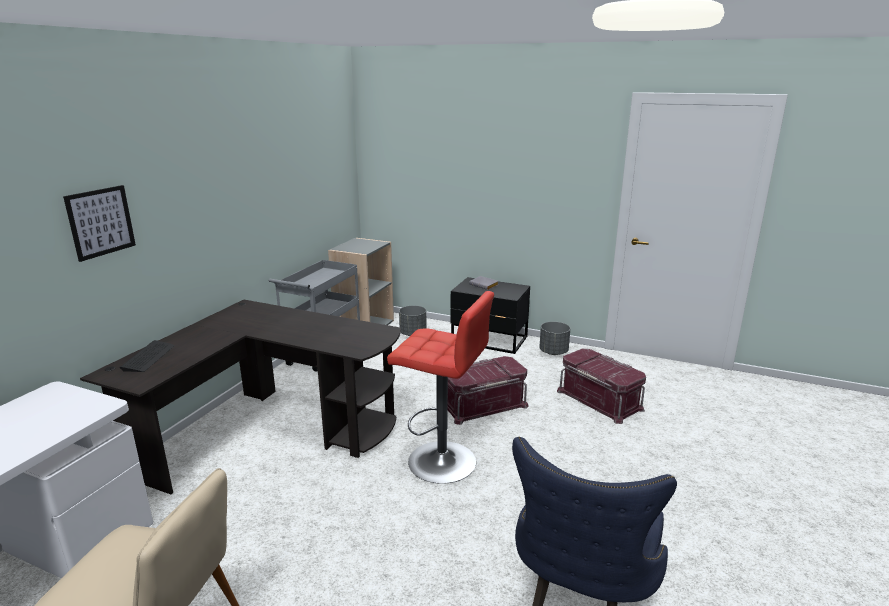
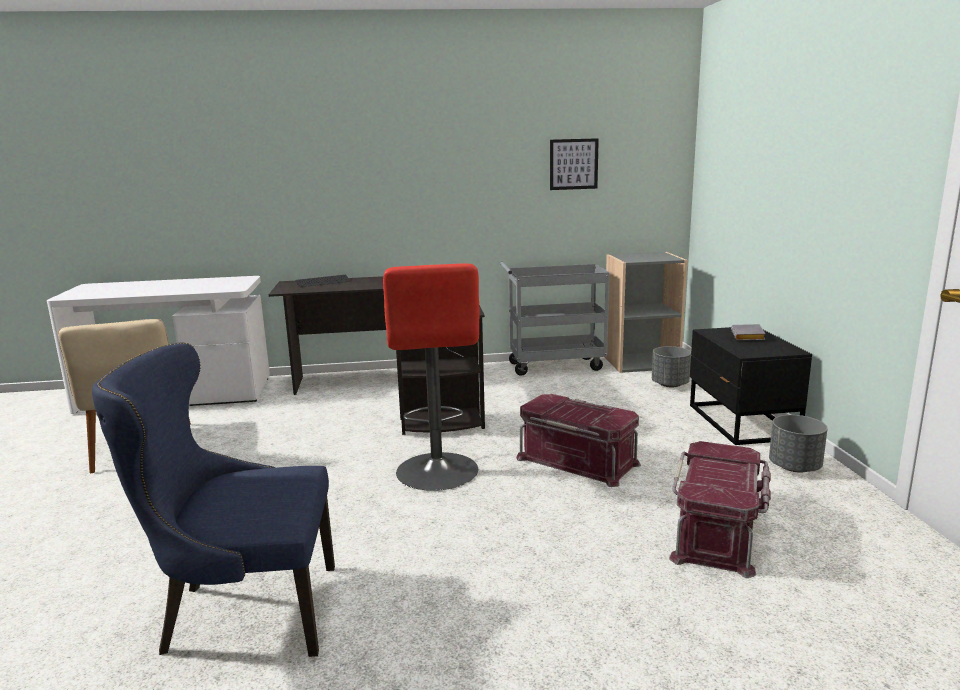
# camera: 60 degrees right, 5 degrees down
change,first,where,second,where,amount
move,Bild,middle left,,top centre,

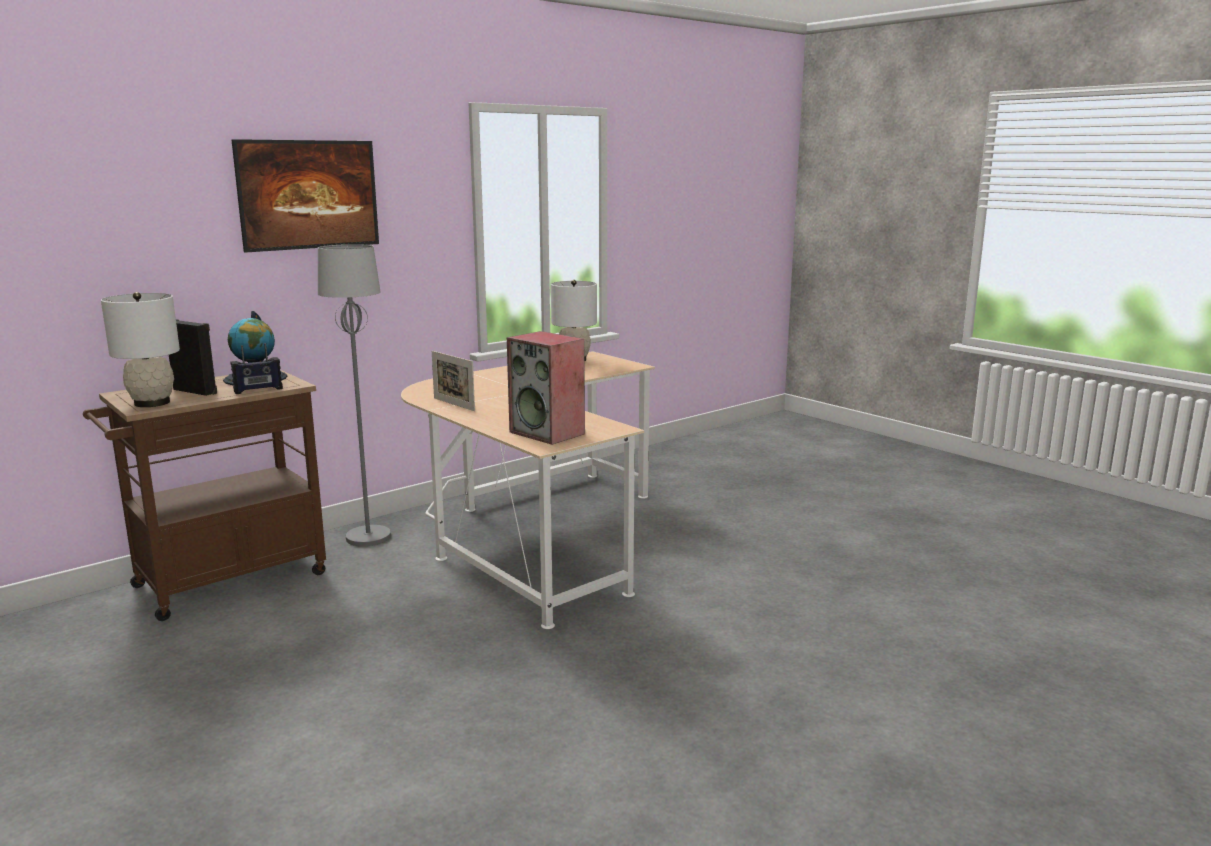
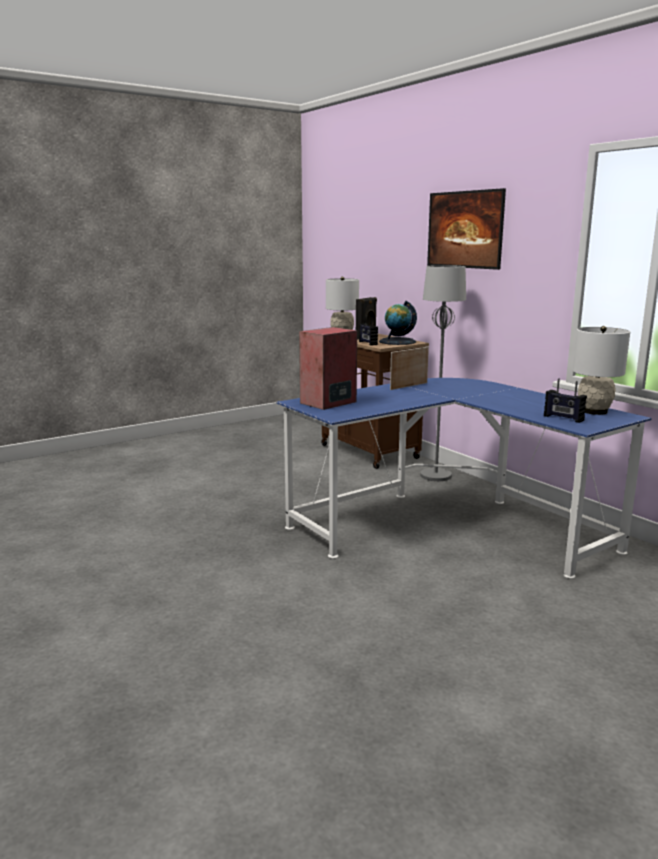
# camera: 95 degrees right, 0 degrees up
change,first,where,second,where,amount
recolor,Schreibtisch [beige],centre,Schreibtisch [blau],middle right,
insert,,,Radio (2nd from left),middle right,

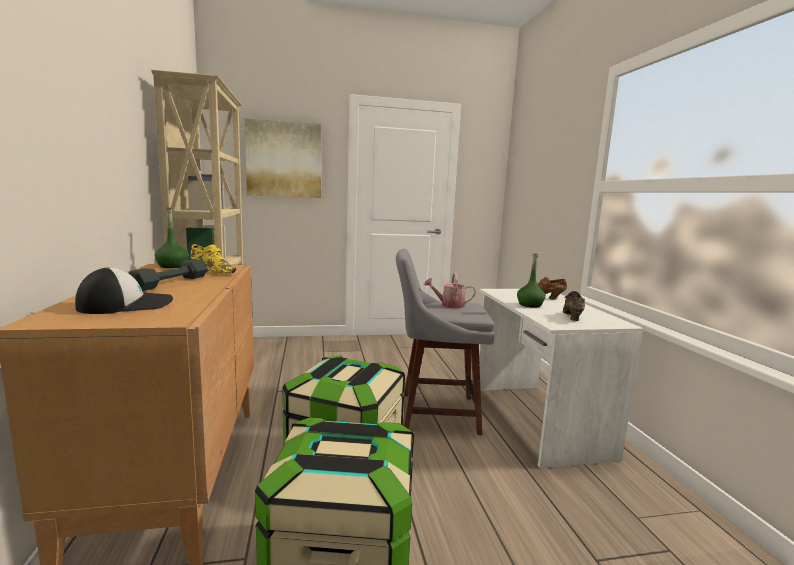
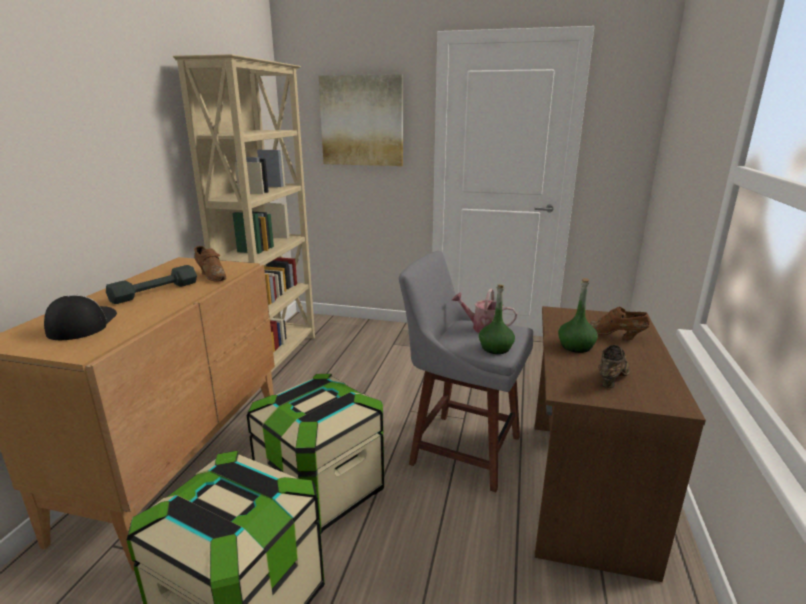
# camera: 25 degrees right, 10 degrees up
change,first,where,second,where,amount
rotate,Kappe,middle left,,middle left,90 degrees counterclockwise
recolor,Schuh [gelb],middle left,Schuh [braun] (1st from left),middle left,
move,Flasche [grün] (1st from left),middle left,,centre,
recolor,Schreibtisch [weiß],bottom right,Schreibtisch [braun],bottom right,

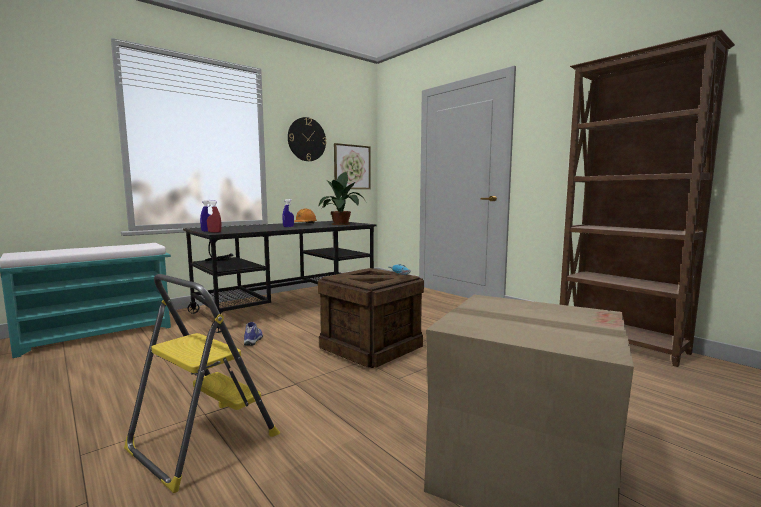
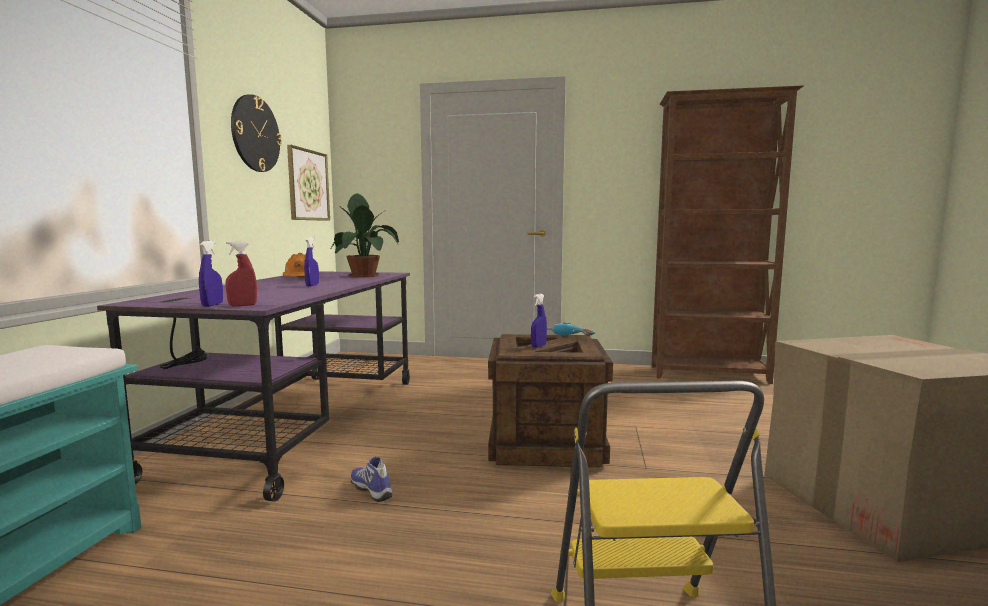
# camera: 40 degrees left, 0 degrees up
change,first,where,second,where,amount
recolor,Schreibtisch [schwarz],centre,Schreibtisch [lila],middle left,
insert,,,Sprühflasche [blau] (3rd from left),centre,

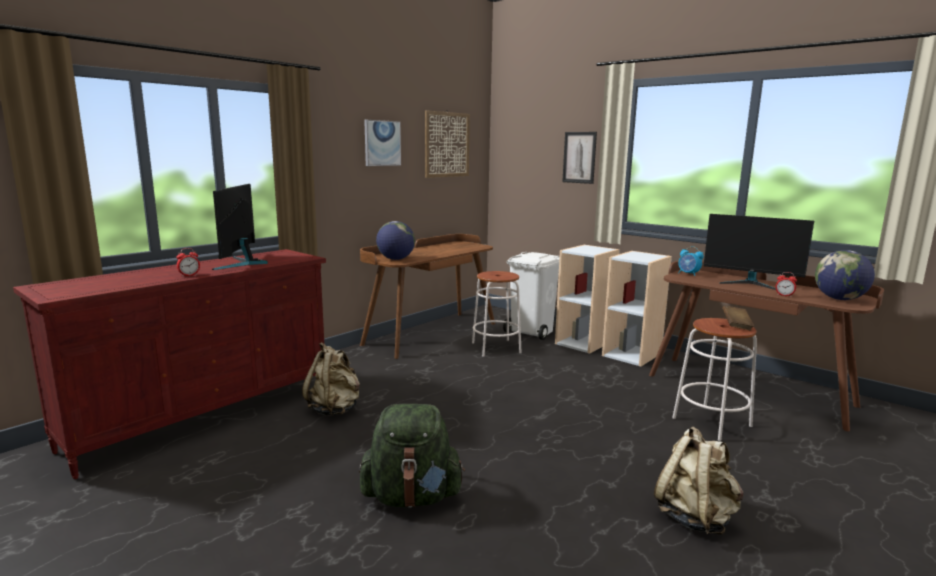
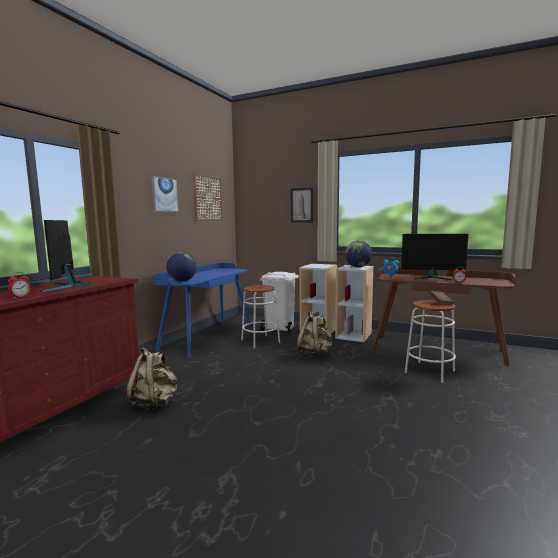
# camera: 15 degrees left, 5 degrees down
change,first,where,second,where,amount
recolor,Schreibtisch [braun] (1st from left),centre,Schreibtisch [blau],centre,
move,Rucksack [beige] (2nd from left),bottom right,,centre,
move,Globus (2nd from left),middle right,,centre,
delete,Rucksack [grün],bottom centre,,,

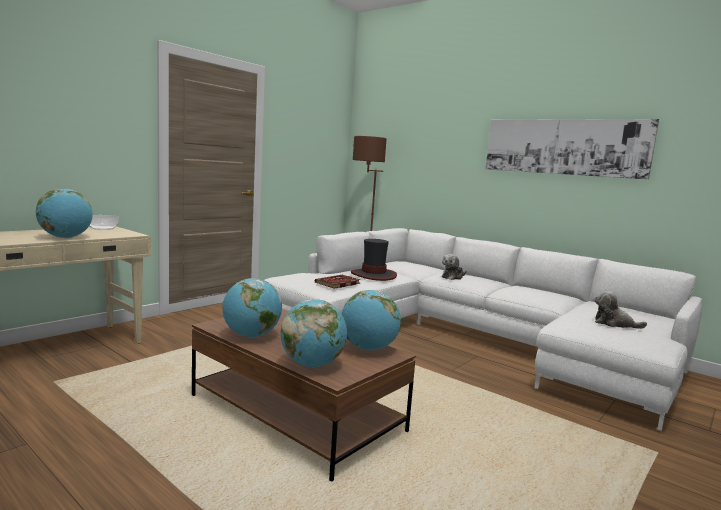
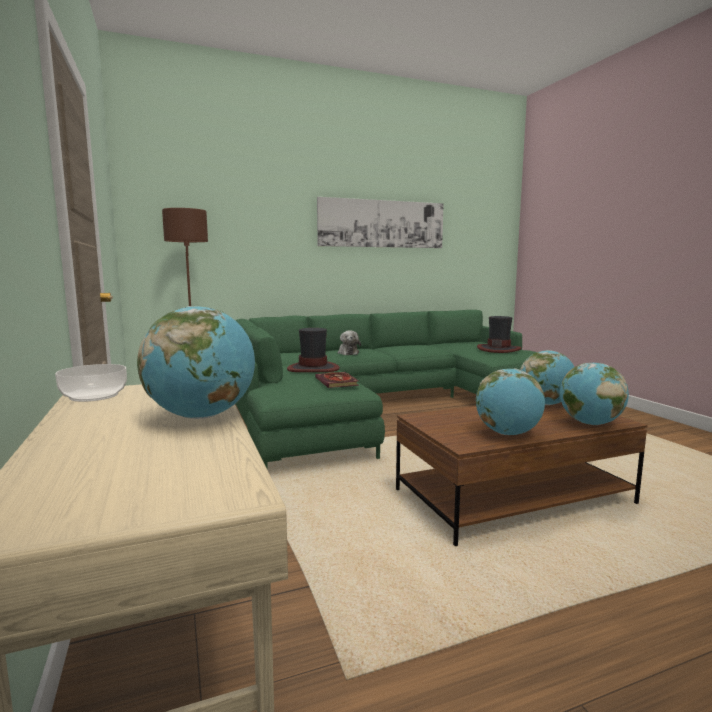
# camera: 60 degrees left, 0 degrees up
change,first,where,second,where,amount
recolor,Sofa [weiß],middle right,Sofa [grün],centre,
replace,Plüschtier (2nd from left),middle right,Hut (2nd from left),middle right,

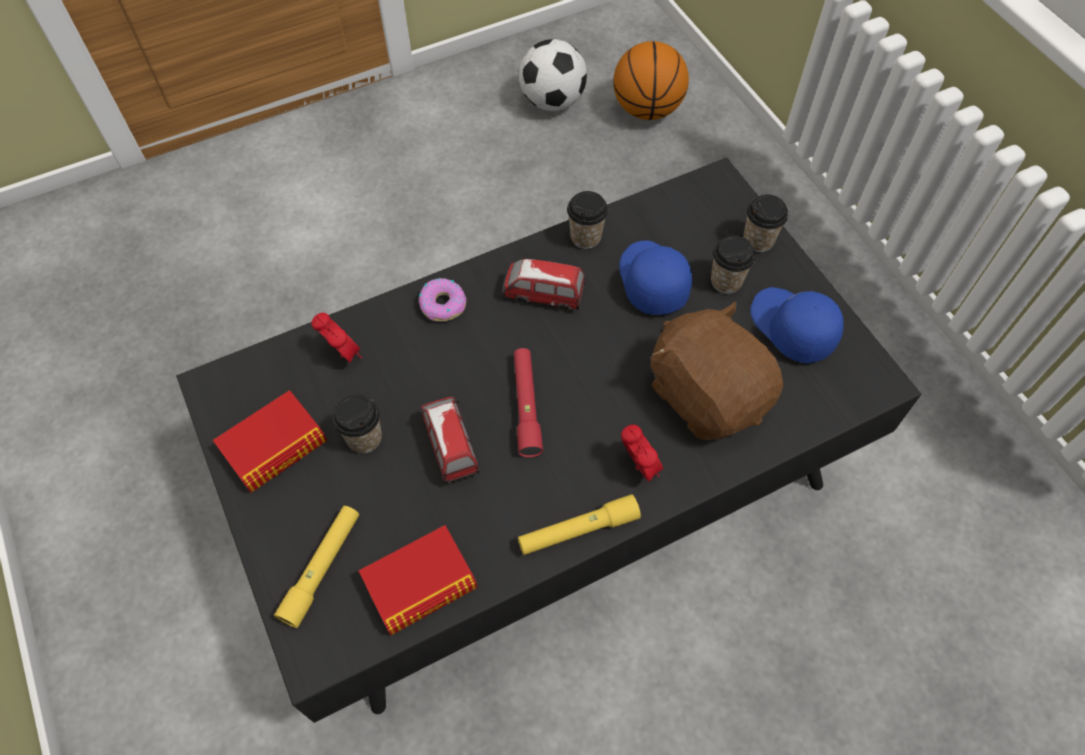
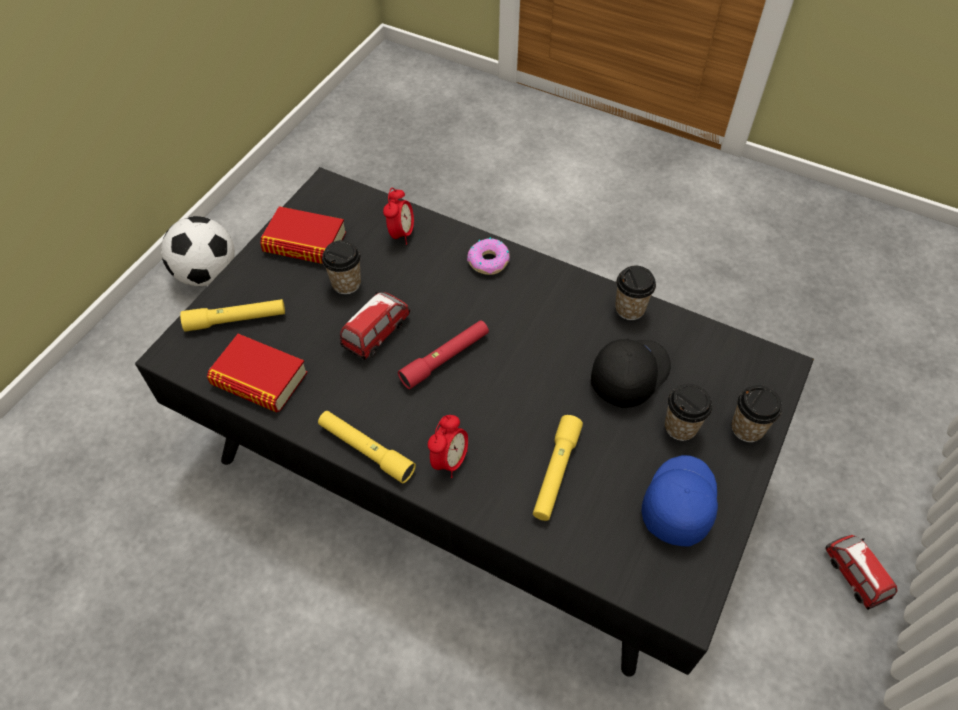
# camera: 55 degrees right, 5 degrees down
change,first,where,second,where,amount
move,Fußball,top centre,,middle left,
replace,Plüschtier [braun],centre,Taschenlampe [gelb] (3rd from left),centre,
recolor,Kappe [blau] (1st from left),centre,Kappe [schwarz],centre,
move,Spielzeugauto (2nd from left),centre,,bottom right,
delete,Basketball,top centre,,,

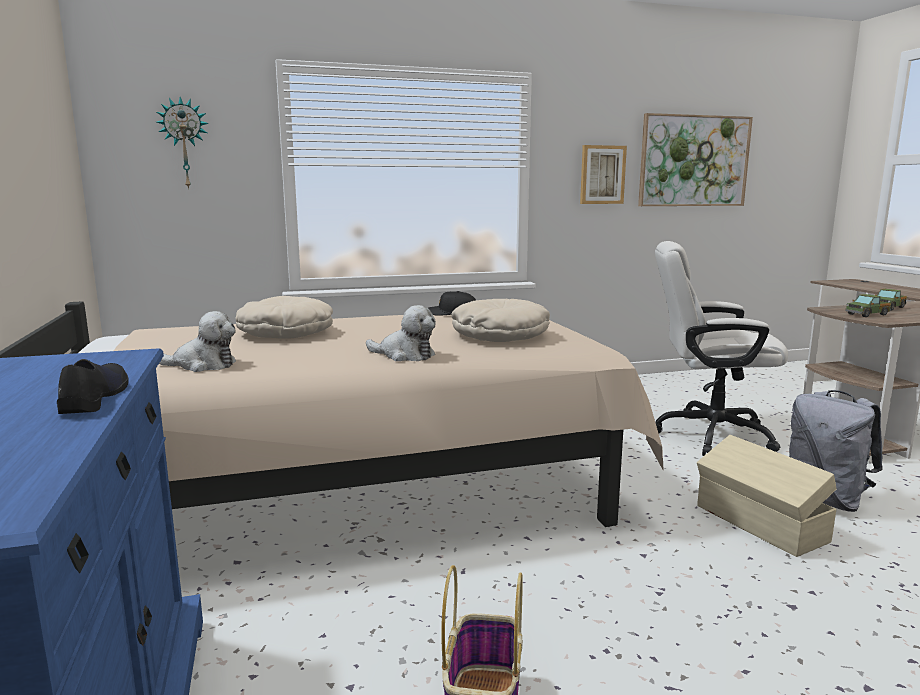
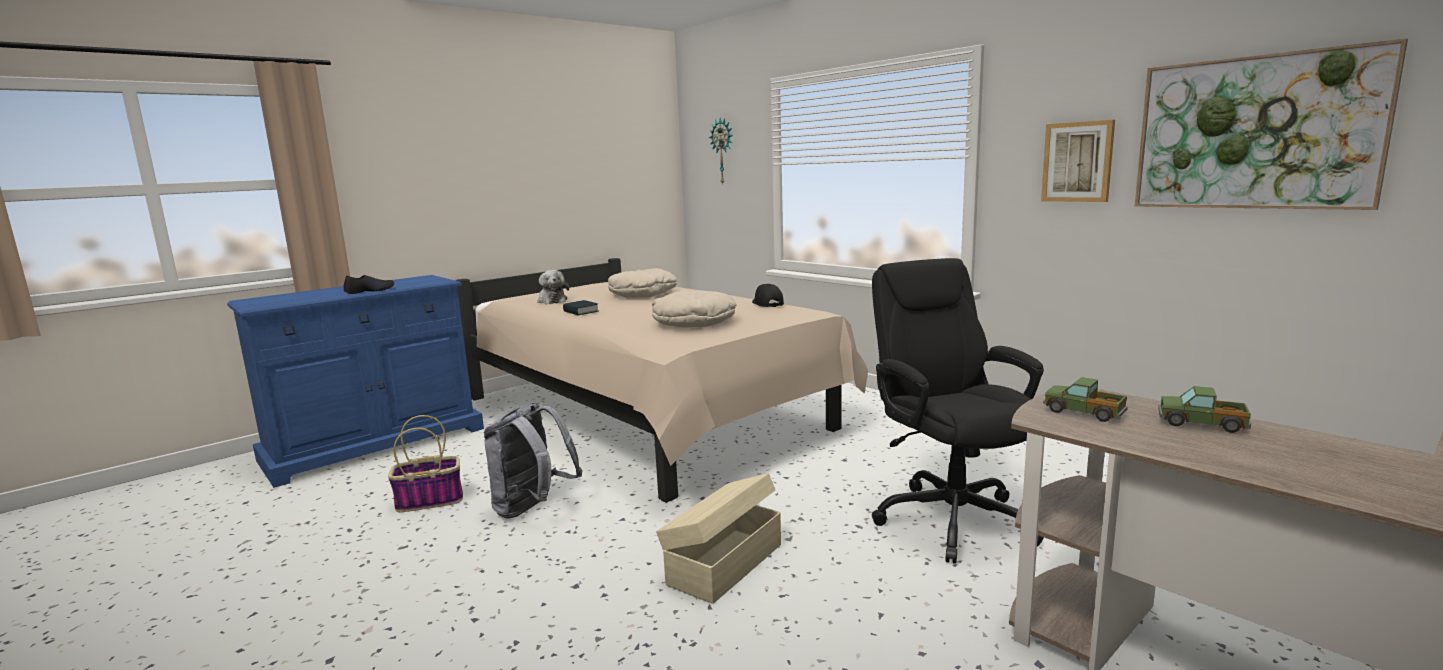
# camera: 65 degrees right, 0 degrees up
change,first,where,second,where,amount
move,Rucksack [grau],middle right,,bottom centre,
insert,,,Buch,centre,
recolor,Bürostuhl [weiß],middle right,Bürostuhl [schwarz],centre,
delete,Plüschtier (2nd from left),centre,,,

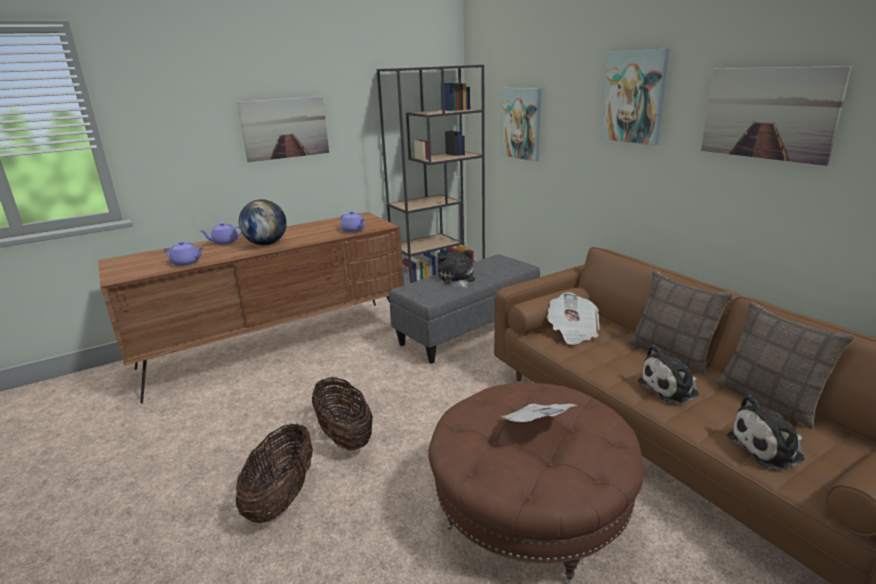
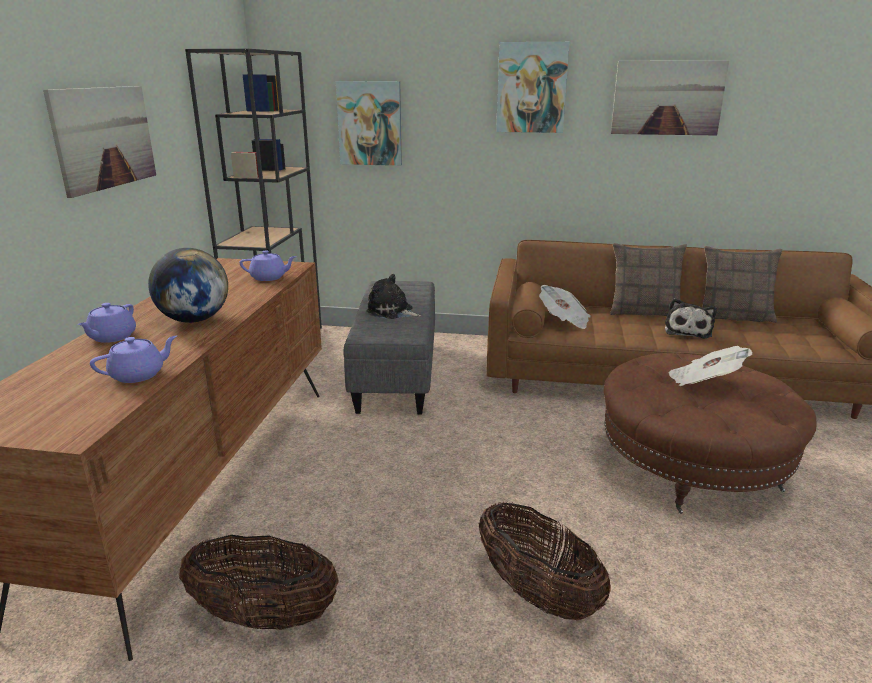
# camera: 50 degrees left, 0 degrees up
change,first,where,second,where,amount
move,Korb (2nd from left in the first image),bottom centre,Korb (1st from left),bottom left,
delete,Plüschtier (3rd from left),bottom right,,,

